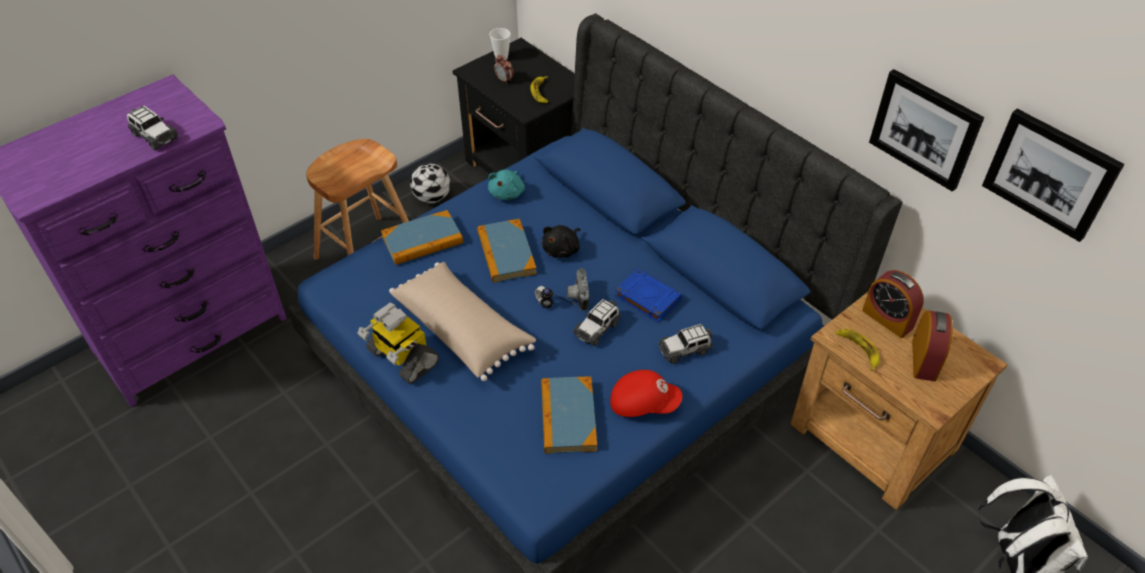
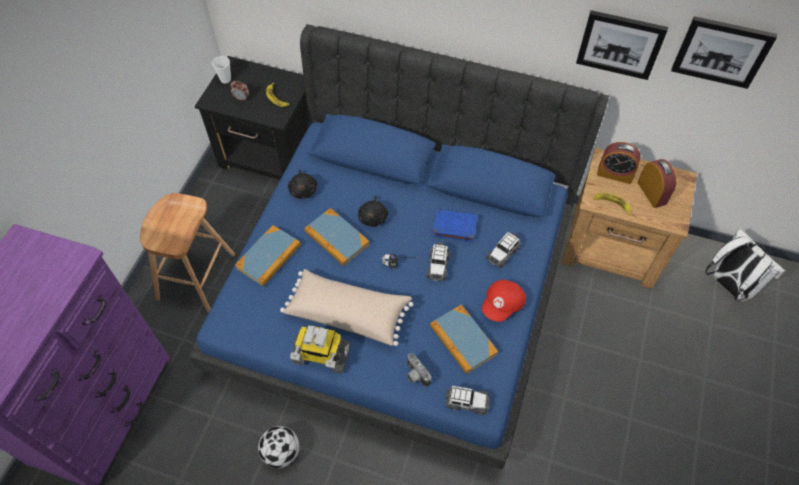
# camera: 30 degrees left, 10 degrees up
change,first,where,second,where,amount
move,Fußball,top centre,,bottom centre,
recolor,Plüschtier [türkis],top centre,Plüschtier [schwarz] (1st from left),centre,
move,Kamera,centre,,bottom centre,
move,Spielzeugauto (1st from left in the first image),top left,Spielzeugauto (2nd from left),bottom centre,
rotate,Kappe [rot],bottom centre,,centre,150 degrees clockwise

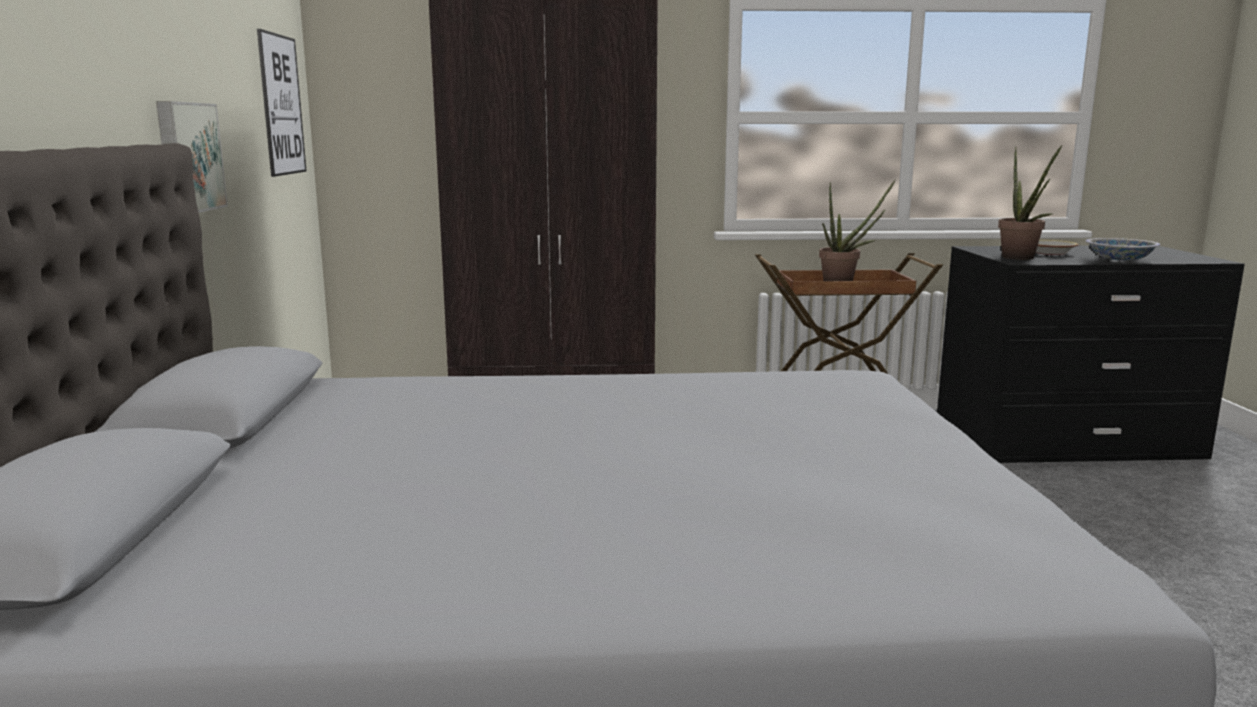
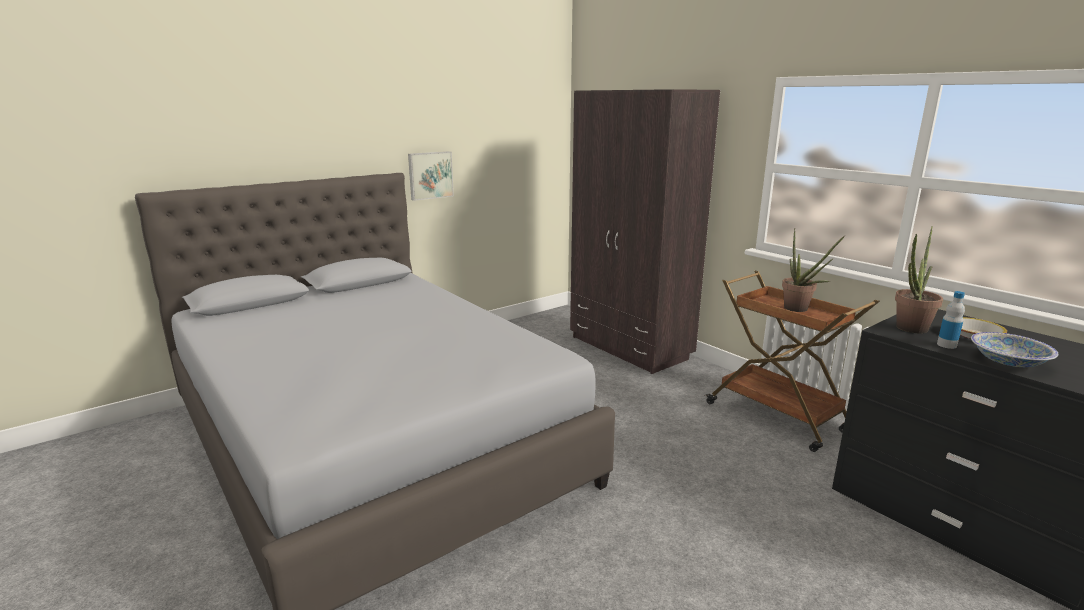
# camera: 55 degrees right, 5 degrees up
change,first,where,second,where,amount
insert,,,Flasche,middle right,
delete,Bild (2nd from left),top left,,,

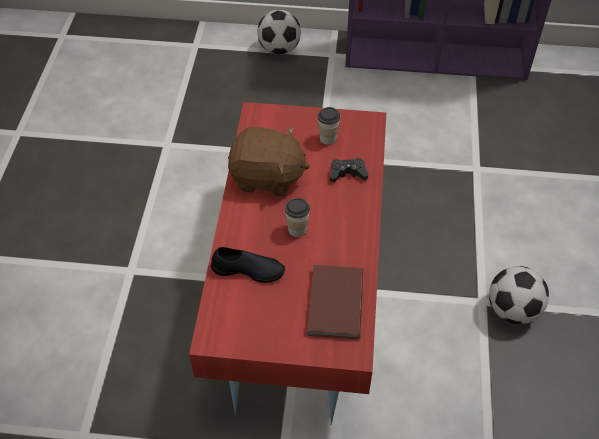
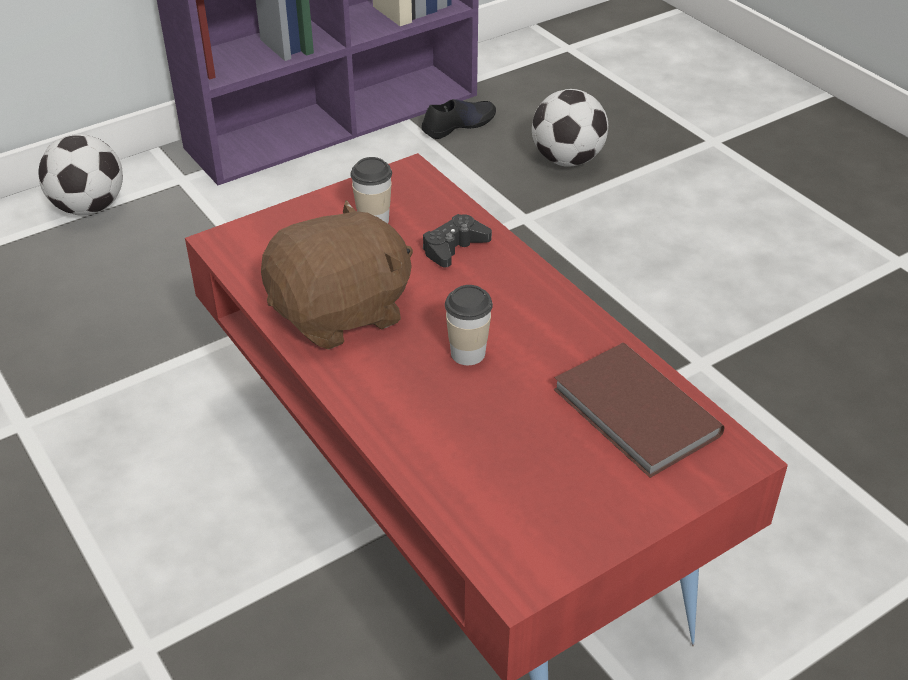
# camera: 40 degrees left, 10 degrees down
change,first,where,second,where,amount
move,Schuh [schwarz],centre,,top centre,
move,Fußball (2nd from left),bottom right,,top centre,

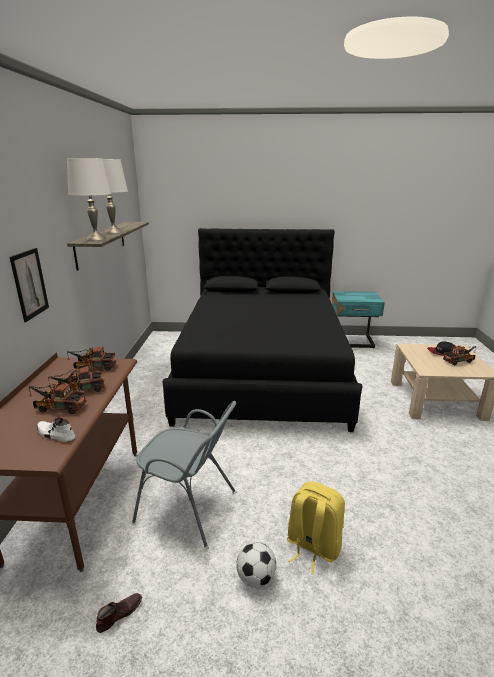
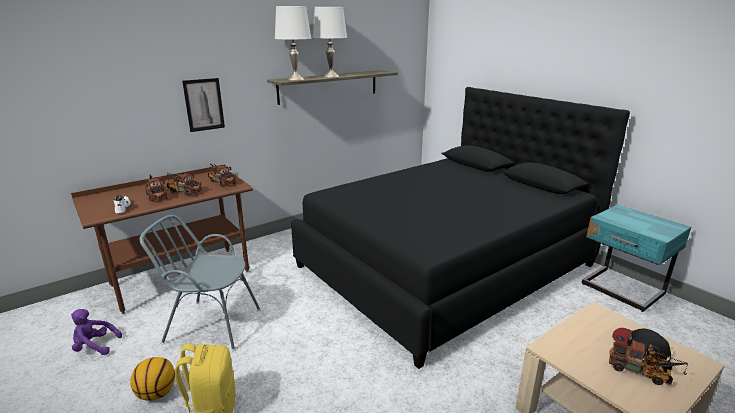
# camera: 50 degrees right, 0 degrees up
change,first,where,second,where,amount
replace,Schuh [braun],bottom left,Plüschtier [lila],bottom left,
replace,Fußball,bottom centre,Basketball,bottom left,
rotate,Stuhl [grau],bottom centre,,bottom left,120 degrees clockwise

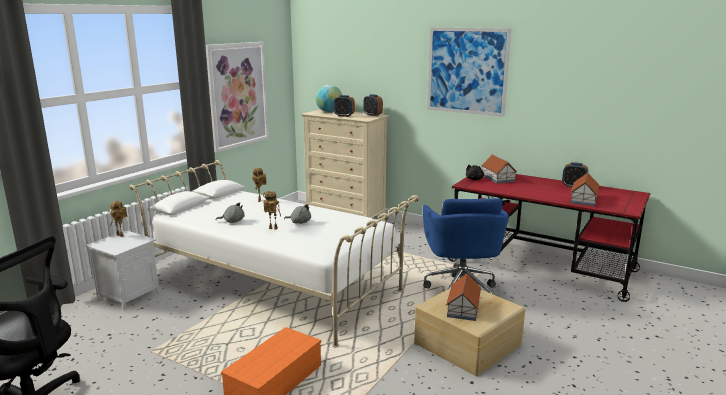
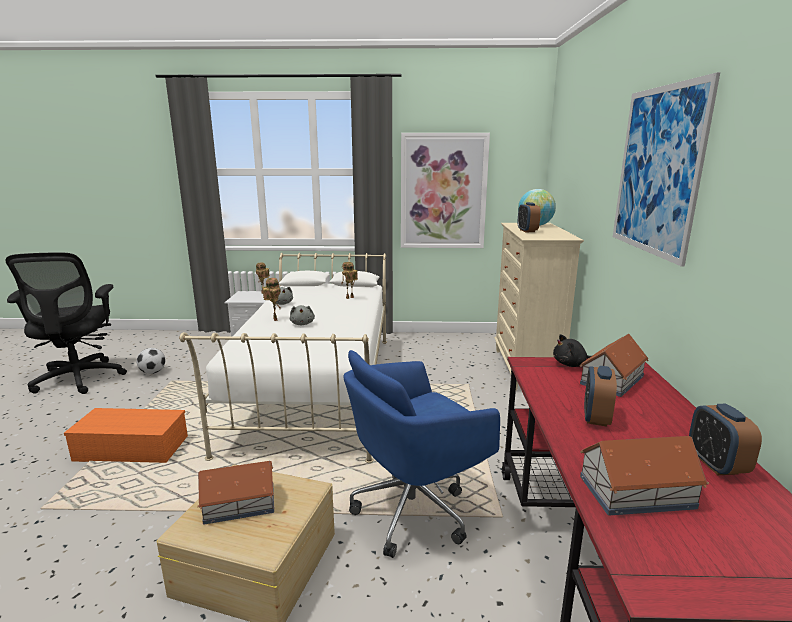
# camera: 60 degrees right, 0 degrees up
change,first,where,second,where,amount
insert,,,Fußball,middle left,
move,Wecker (2nd from left),top centre,,middle right,

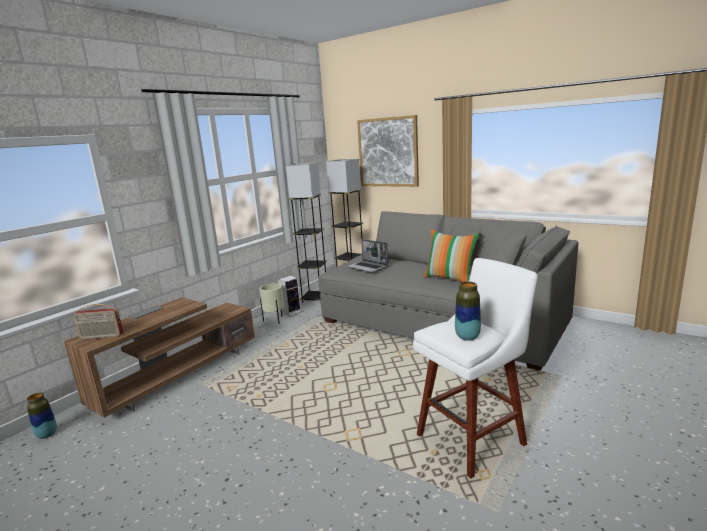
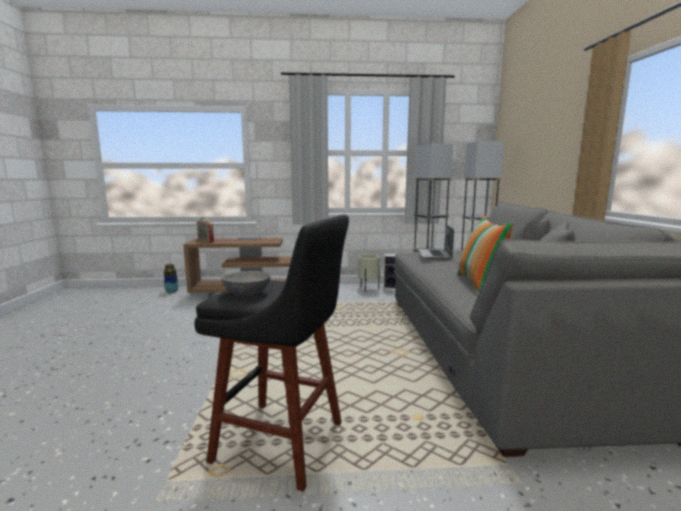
# camera: 50 degrees right, 5 degrees down
change,first,where,second,where,amount
recolor,Hocker [weiß],bottom right,Hocker [schwarz],bottom centre,
replace,Vase (2nd from left),centre,Schüssel [grau],centre,
delete,Bild,top centre,,,

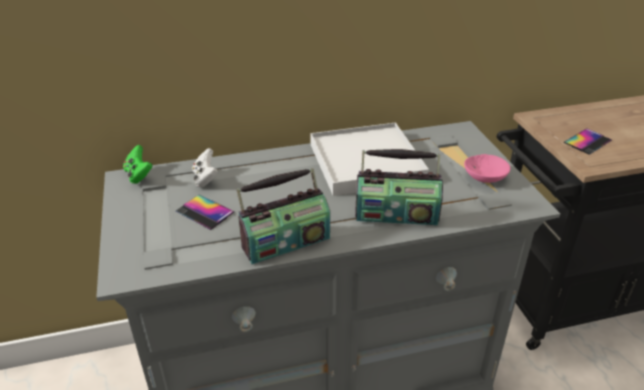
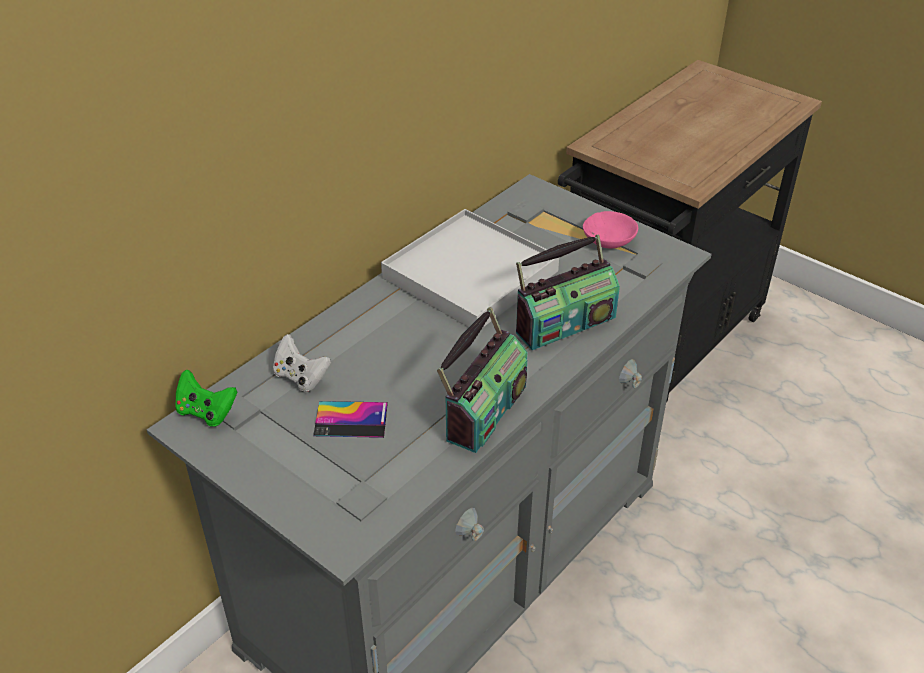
# camera: 35 degrees left, 5 degrees up
change,first,where,second,where,amount
delete,Handy (2nd from left),middle right,,,

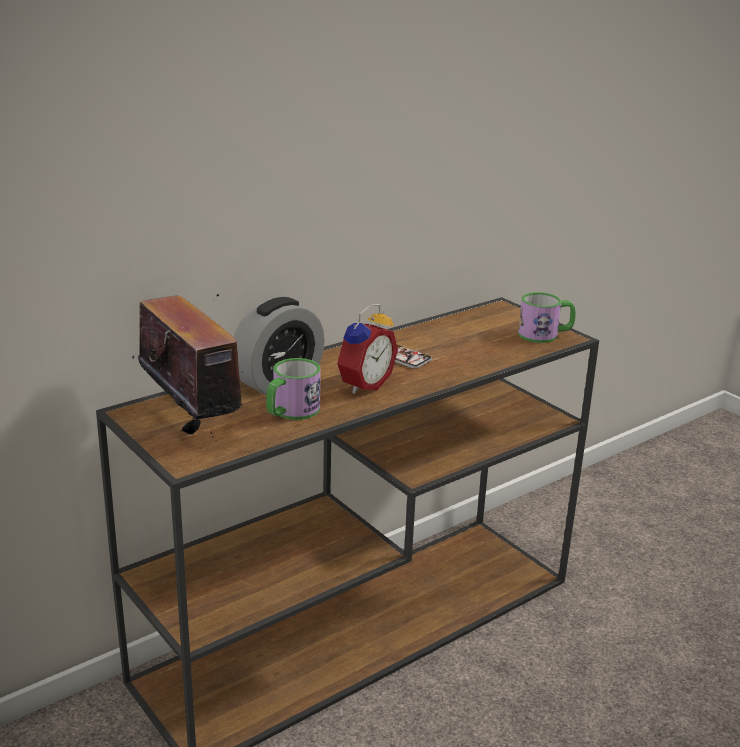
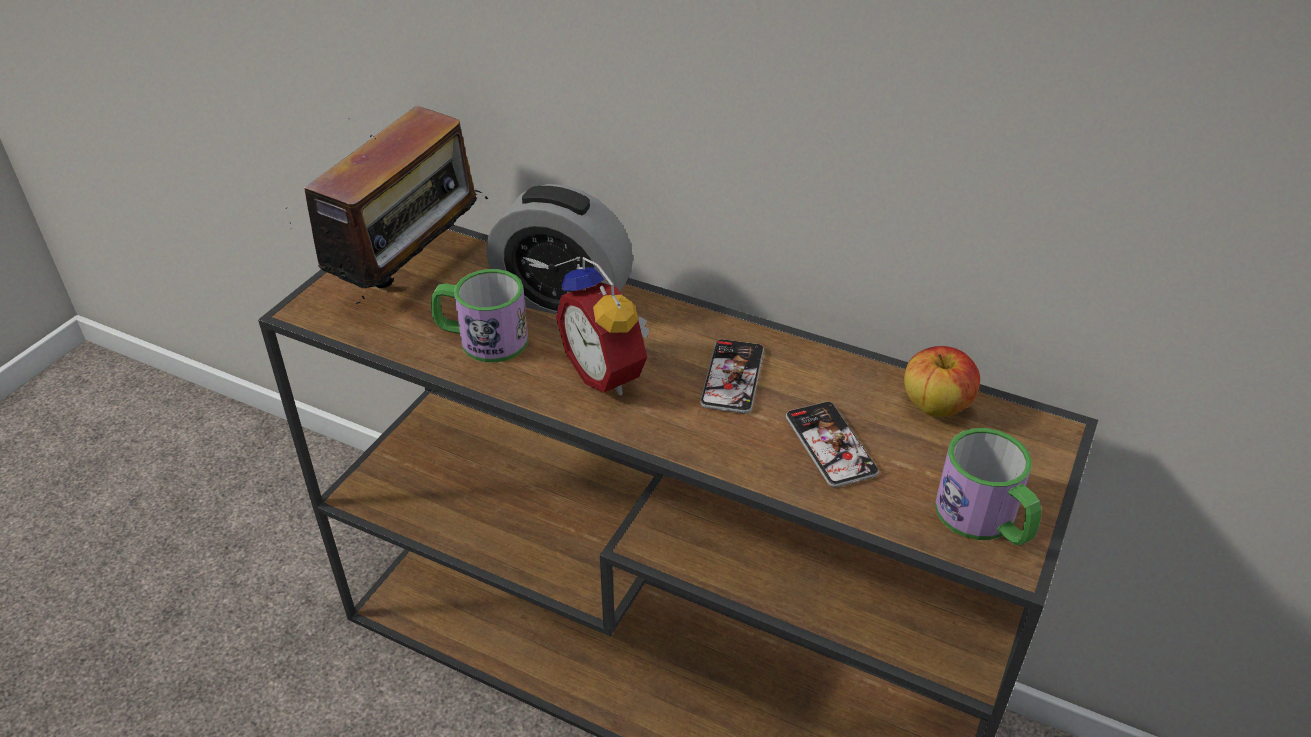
# camera: 65 degrees right, 15 degrees up
change,first,where,second,where,amount
rotate,Wecker (2nd from left),centre,,centre,45 degrees clockwise
insert,,,Handy (2nd from left),centre,
insert,,,Apfel,middle right,

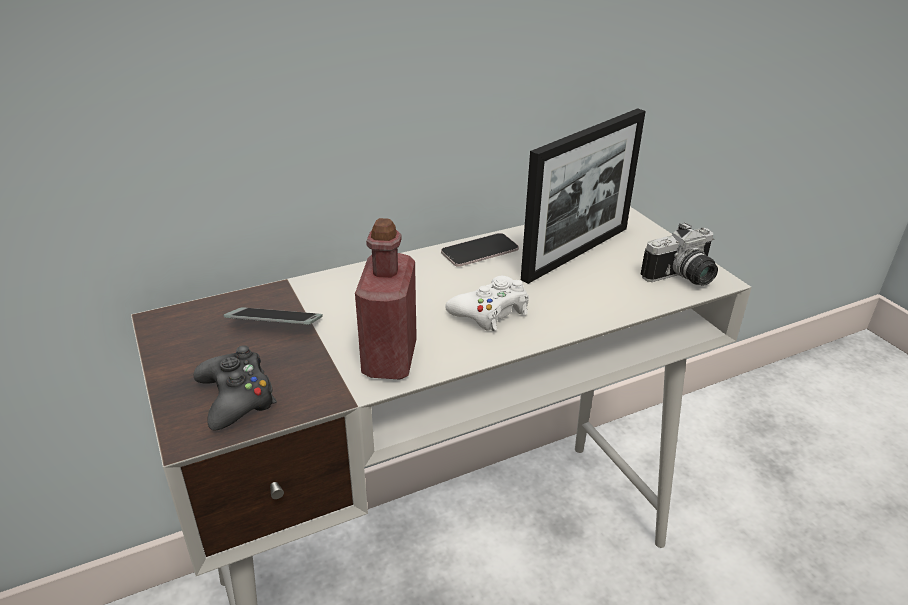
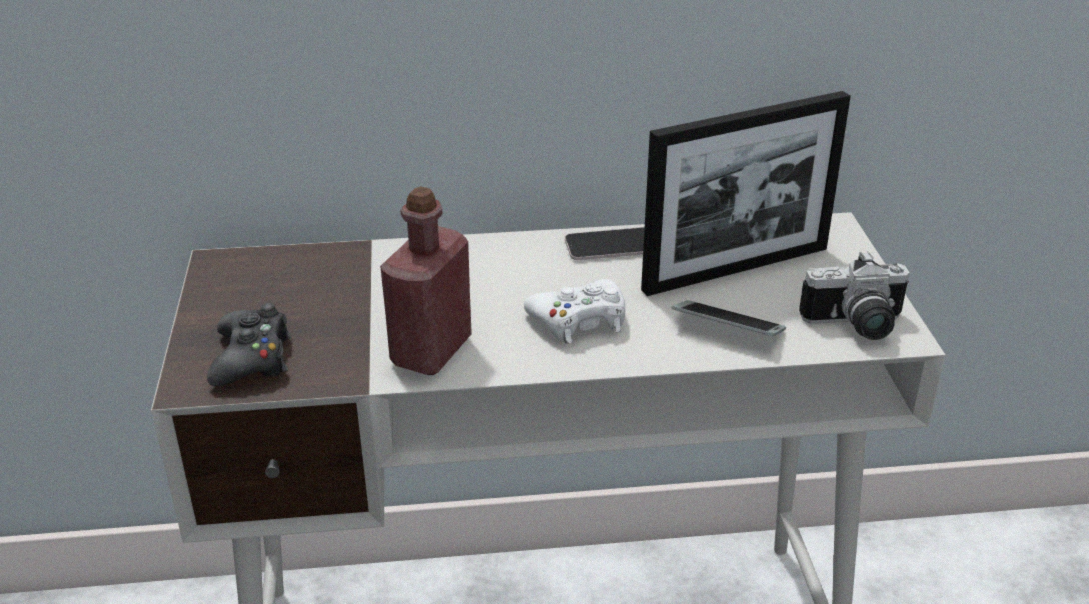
# camera: 20 degrees right, 0 degrees up
change,first,where,second,where,amount
move,Handy (1st from left in the first image),middle left,Handy (2nd from left),middle right,

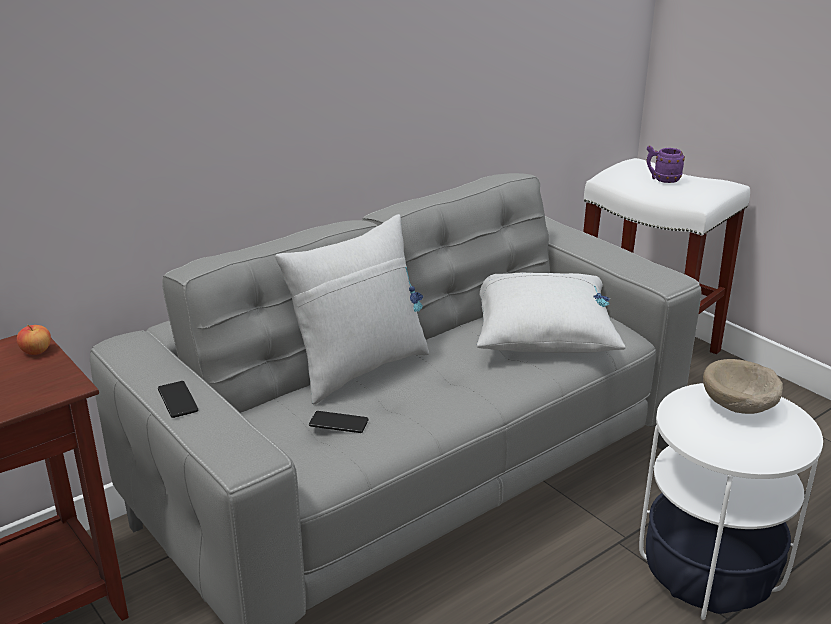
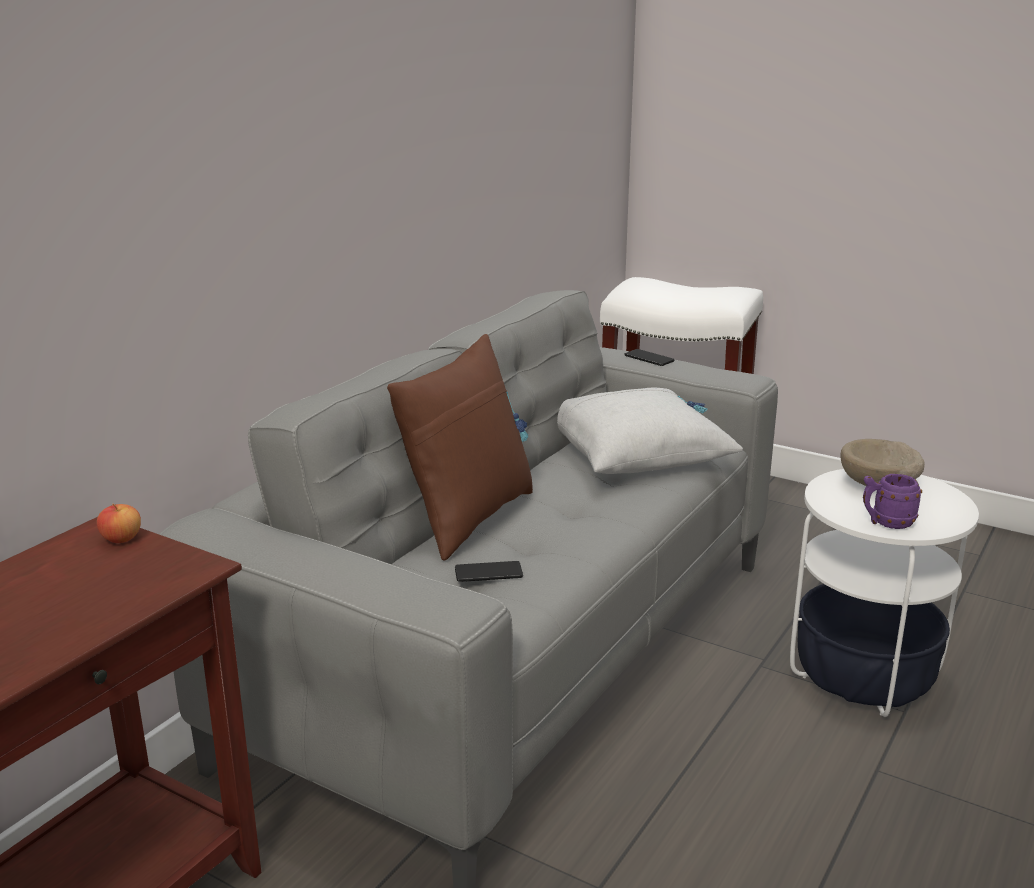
# camera: 20 degrees left, 5 degrees down
change,first,where,second,where,amount
recolor,Kissen [grau] (1st from left),centre,Kissen [braun],centre,
move,Handy (1st from left in the first image),middle left,Handy (2nd from left),centre,
move,Henkelbecher [lila],top right,,middle right,

